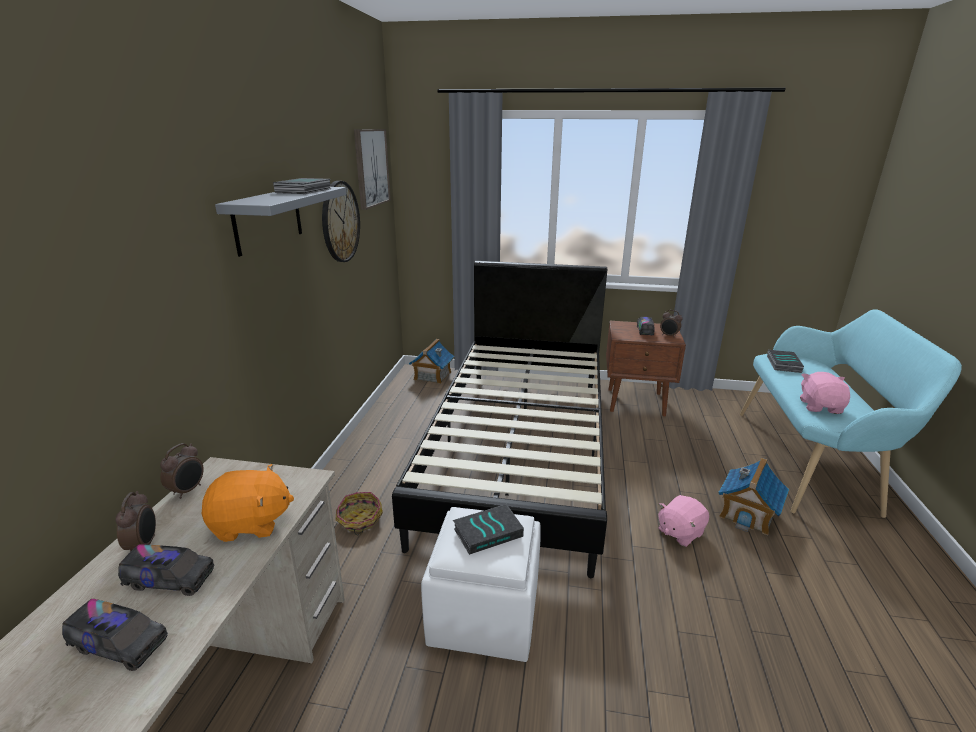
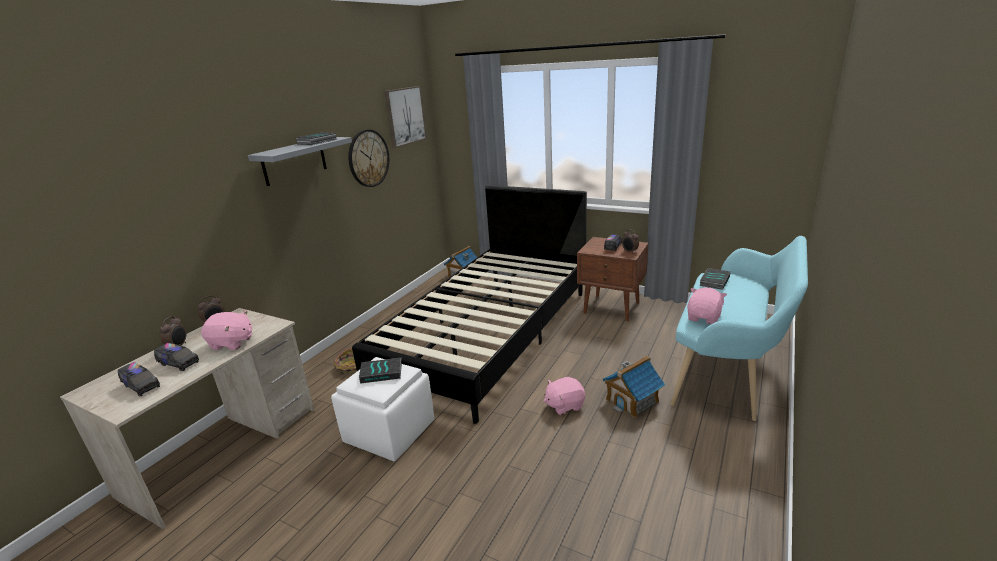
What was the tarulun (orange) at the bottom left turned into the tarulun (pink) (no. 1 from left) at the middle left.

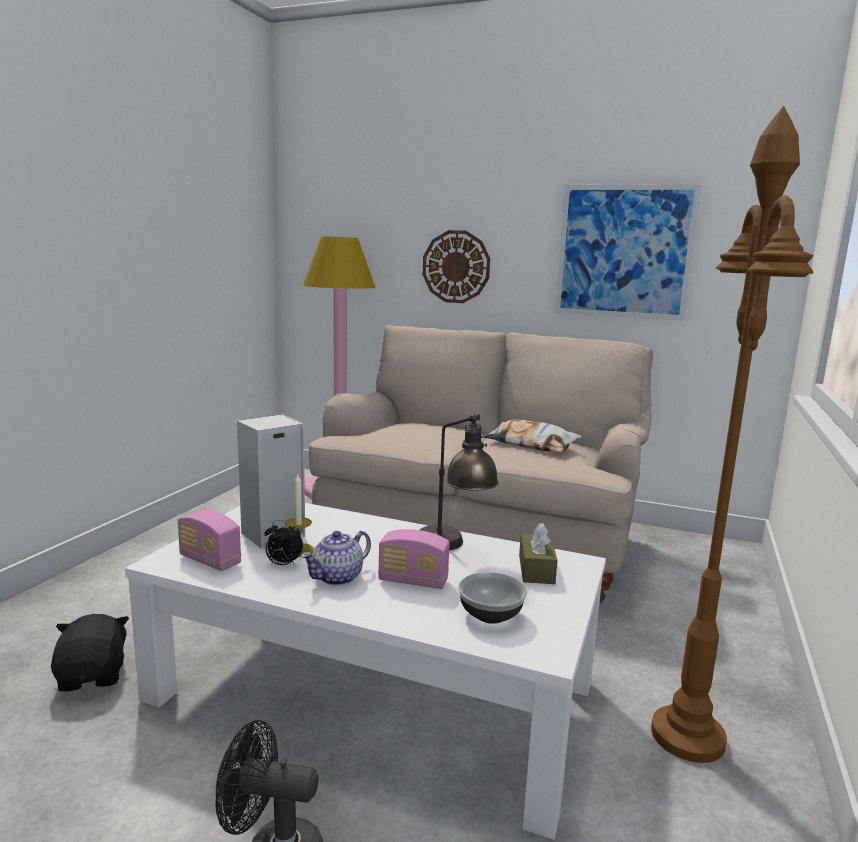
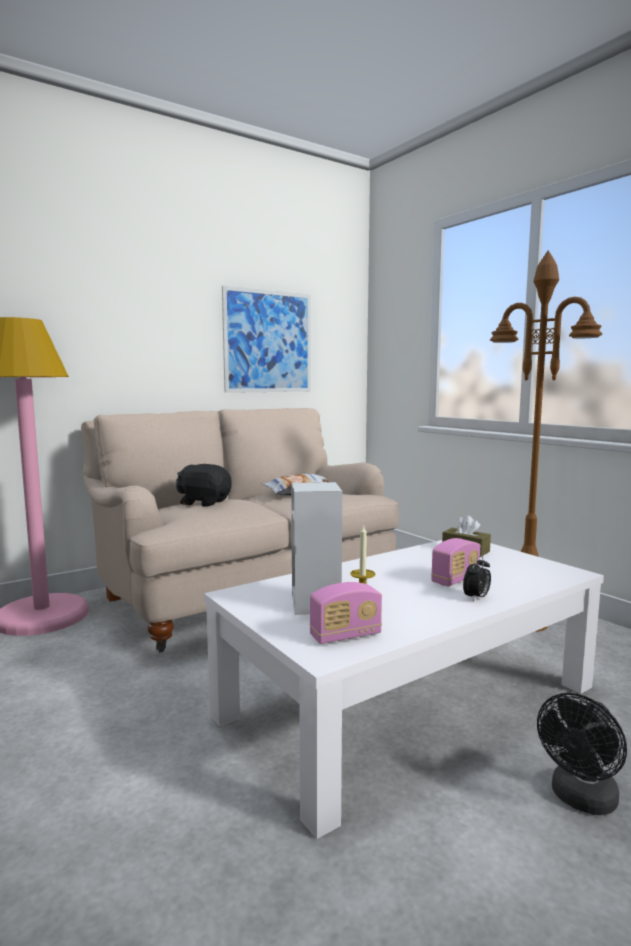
The tarulun (black) ended up elsewhere, having gone from the bottom left to the middle left. The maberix ended up elsewhere, having gone from the middle left to the middle right. The second view lost the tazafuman at the centre. The second view lost the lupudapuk at the centre. The second view lost the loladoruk at the top centre. The second view lost the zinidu at the bottom centre.

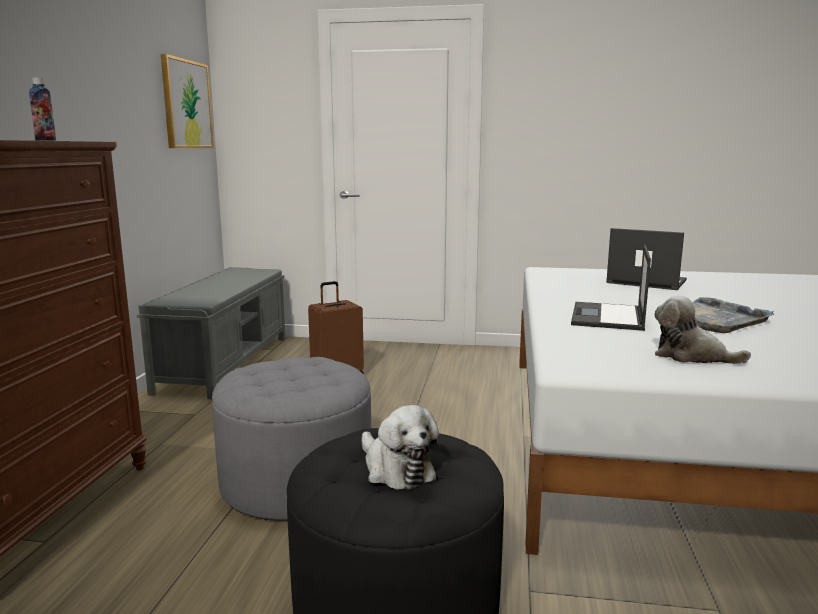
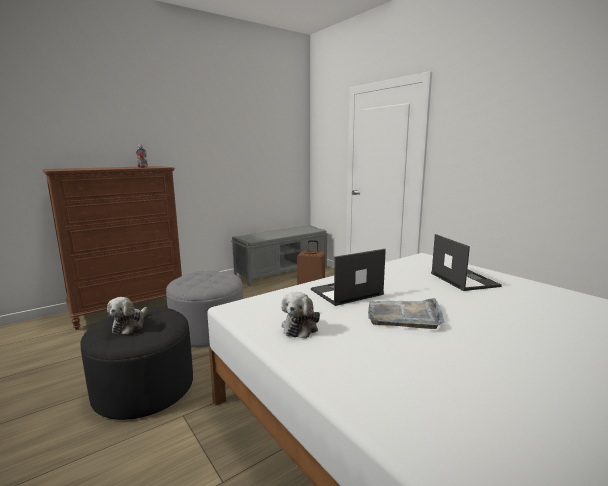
The second view lost the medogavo at the top left. The tarulun (no. 2 from left) at the middle right ended up facing another way, 150 degrees counterclockwise from before.

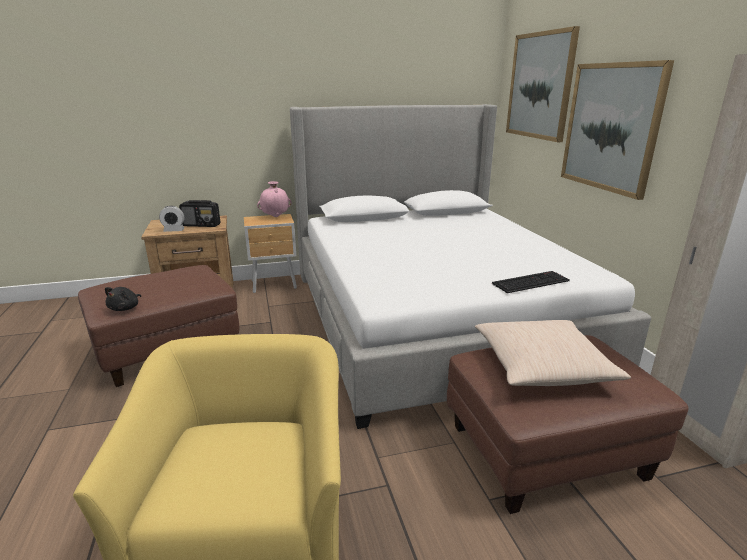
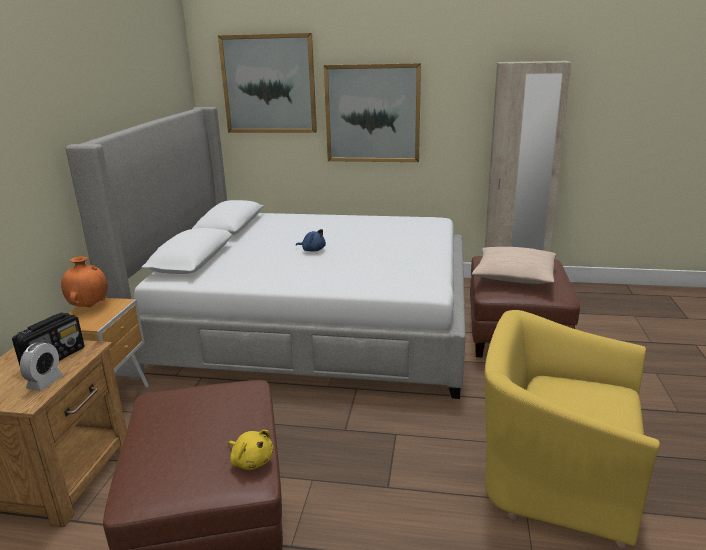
What was the tarulun (black) at the middle left turned into the tarulun (yellow) at the bottom centre. What was the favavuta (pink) at the centre turned into the favavuta (orange) at the middle left. The second view lost the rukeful at the middle right. The second view gained the tarulun (blue) at the centre.

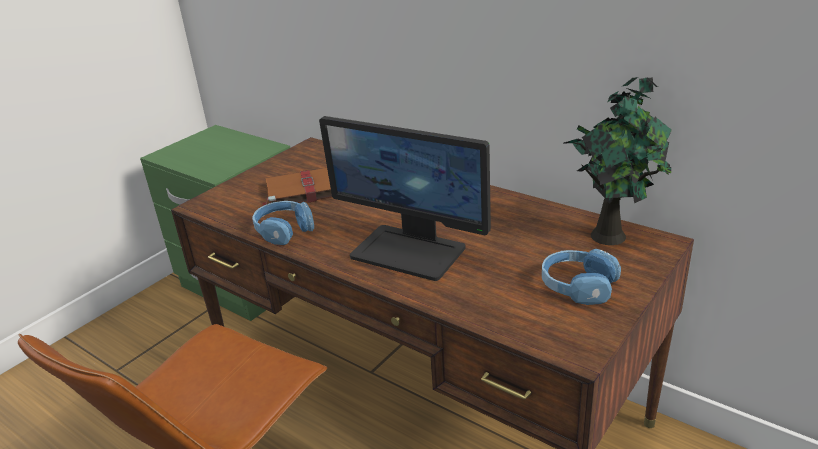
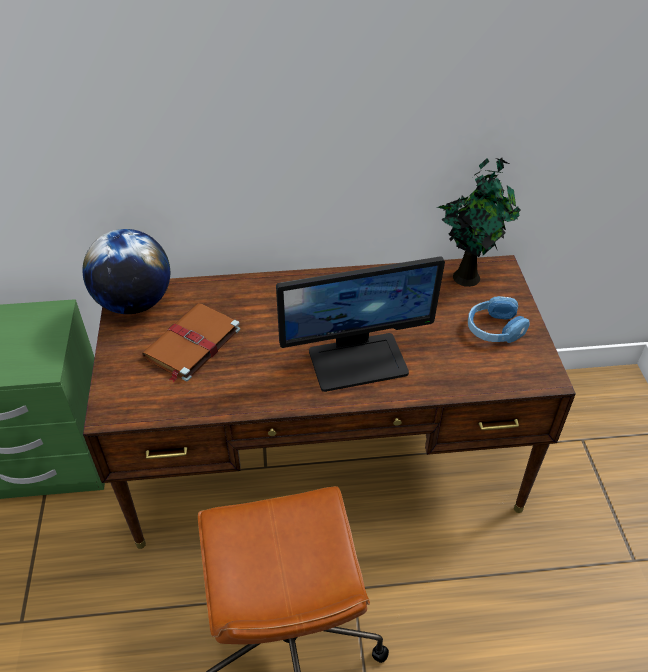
The second view lost the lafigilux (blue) (no. 1 from left) at the centre. The second view gained the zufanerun at the middle left.

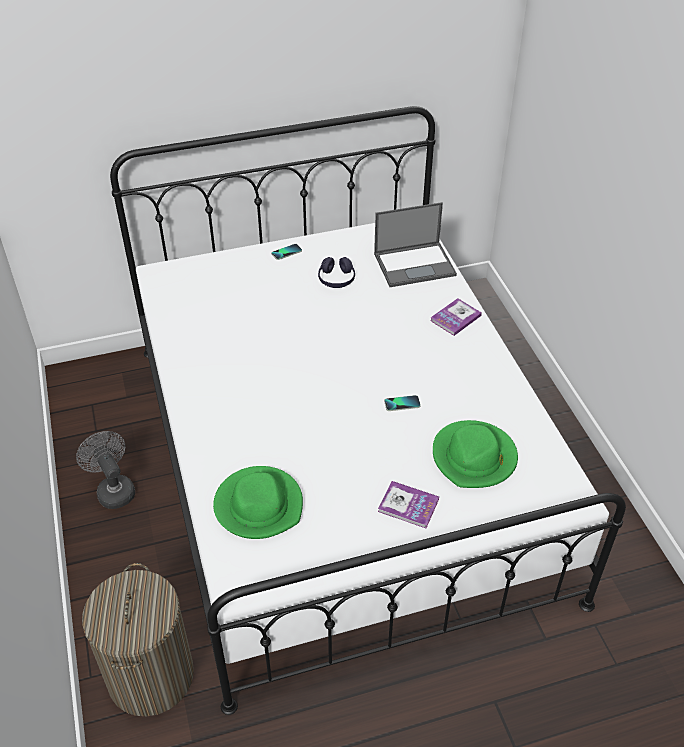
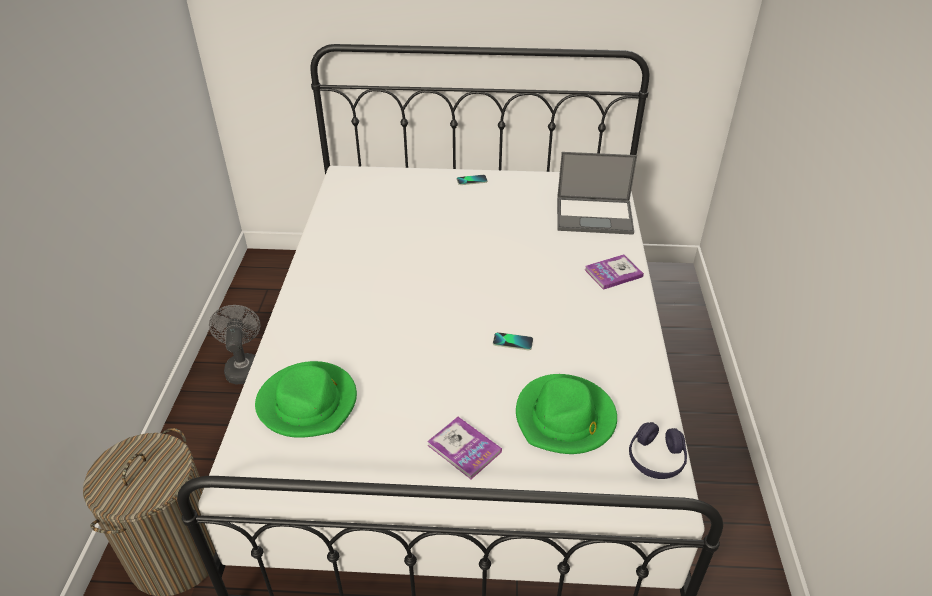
The lafigilux (purple) ended up elsewhere, having gone from the centre to the bottom right.

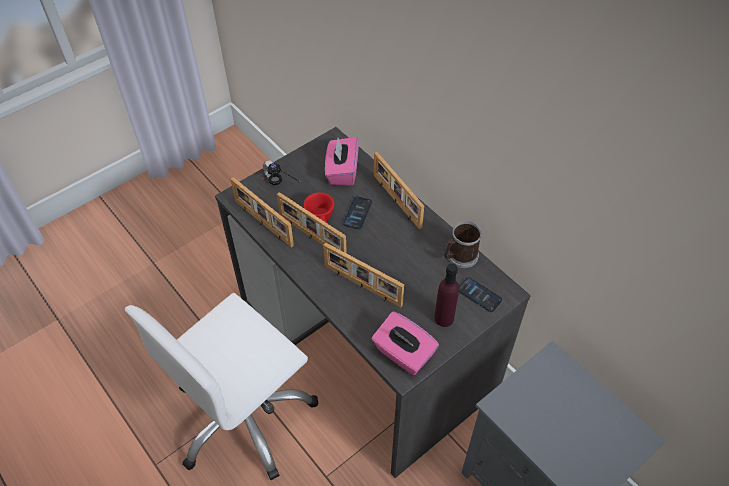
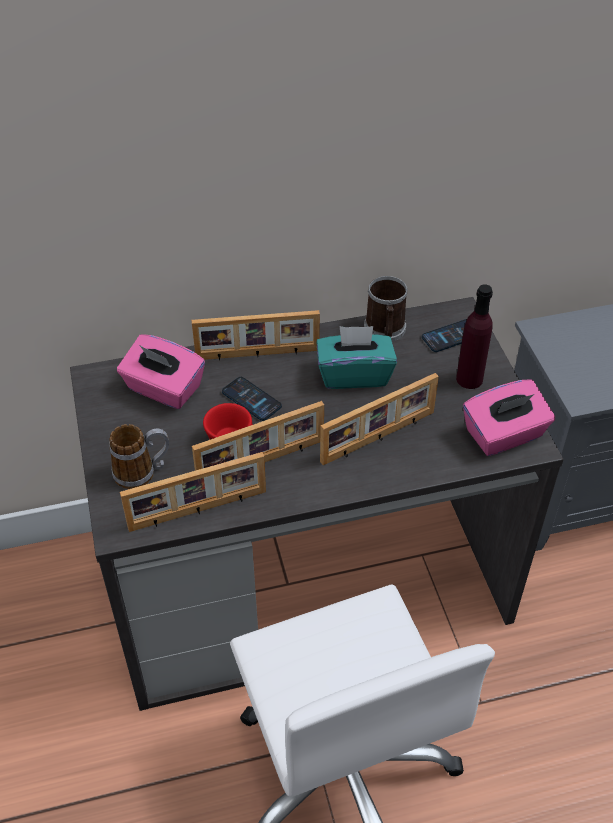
Where the lafigilux stood at the centre, the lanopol (no. 1 from left) came to stand at the middle left. The second view gained the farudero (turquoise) at the centre.

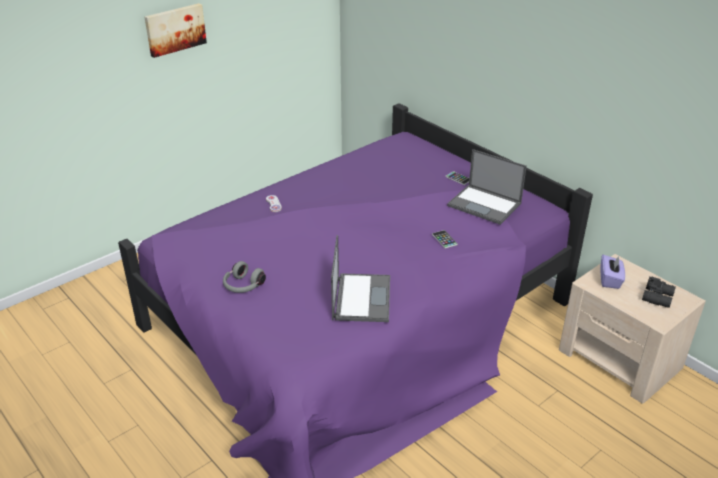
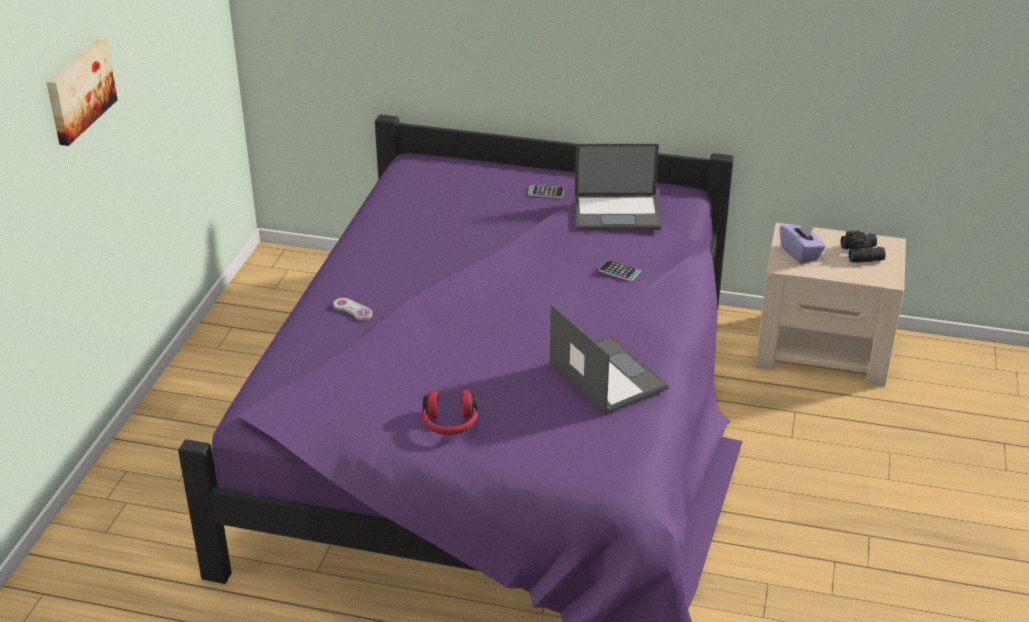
What was the lafigilux (grey) at the centre turned into the lafigilux (red) at the centre.

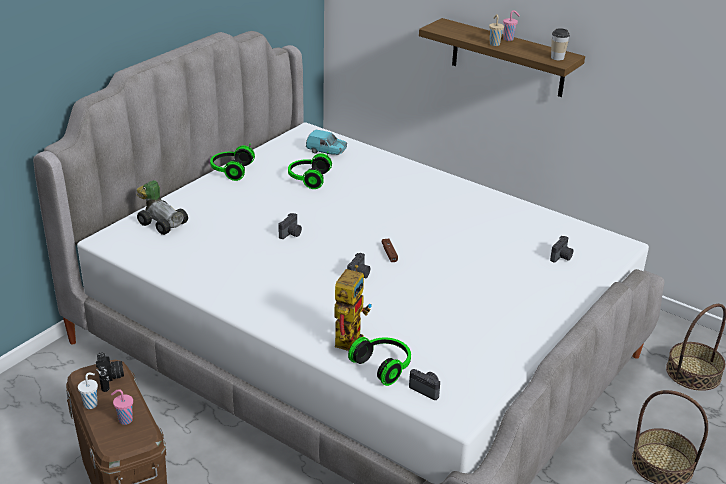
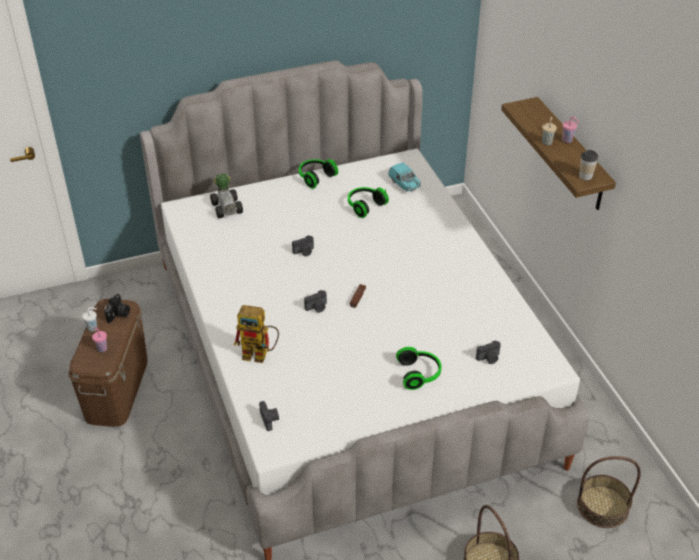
The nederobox at the centre ended up facing another way, 45 degrees clockwise from before. The lafigilux (no. 3 from left) ended up elsewhere, having gone from the bottom centre to the centre.

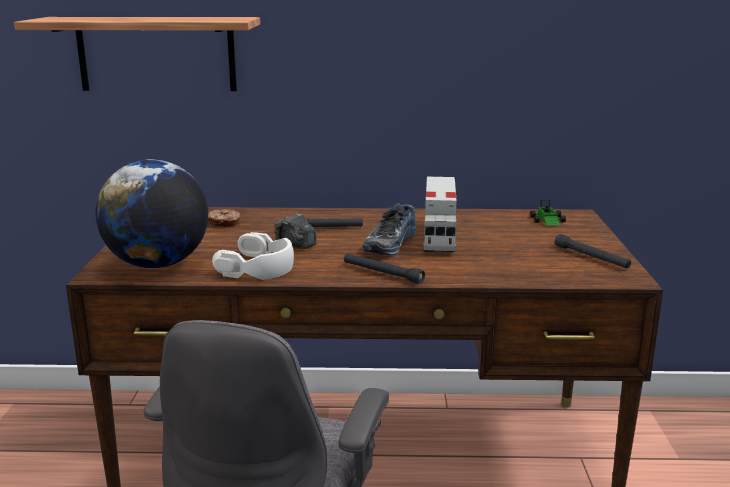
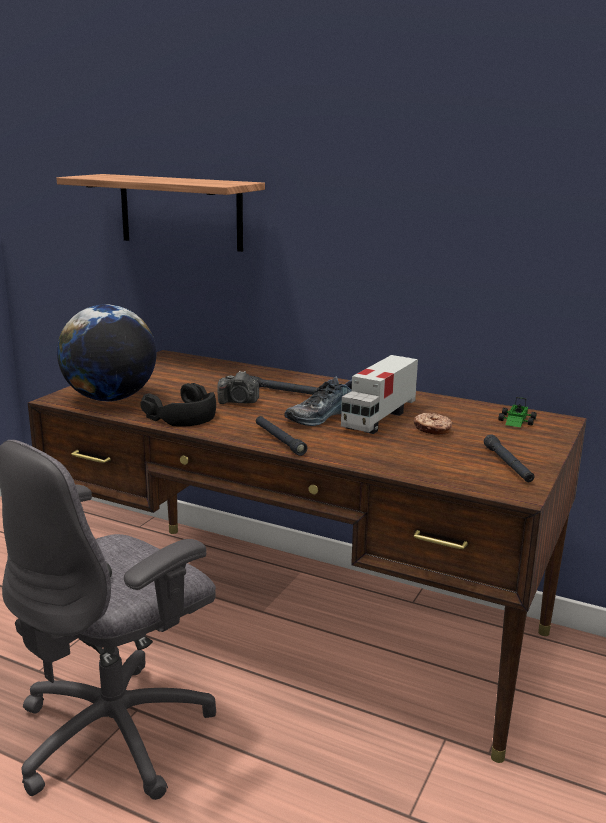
The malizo ended up elsewhere, having gone from the middle left to the middle right. What was the lafigilux (white) at the centre turned into the lafigilux (black) at the middle left. The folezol at the centre ended up facing another way, 60 degrees counterclockwise from before.

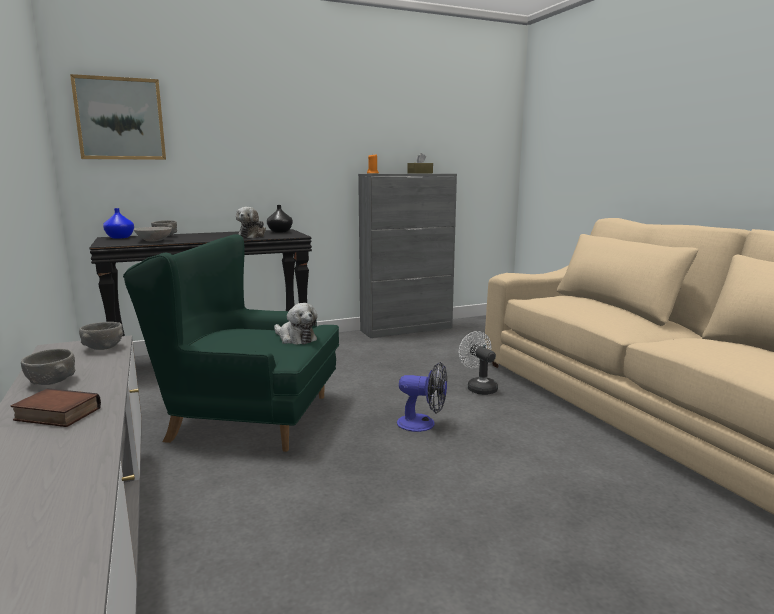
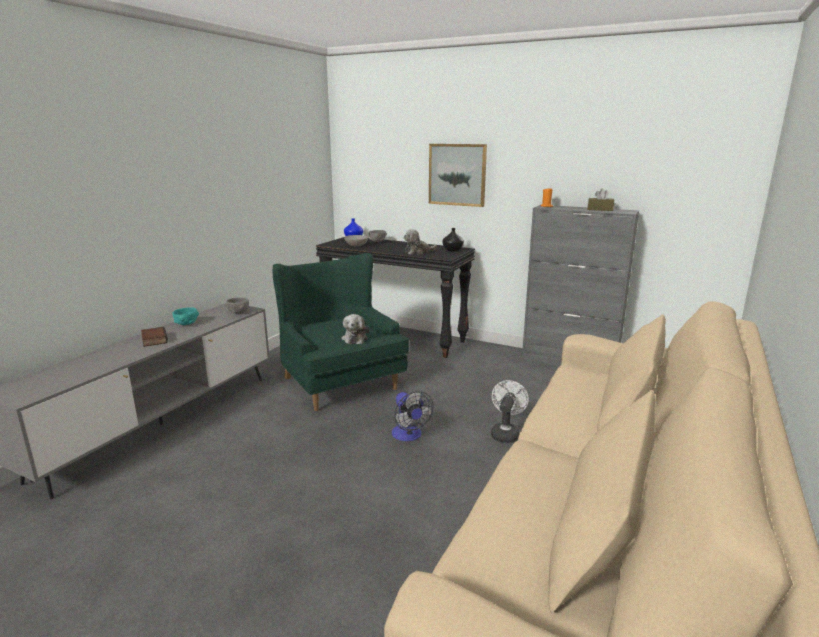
What was the zinidu (grey) (no. 1 from left) at the middle left turned into the zinidu (turquoise) at the middle left. The medogavo ended up elsewhere, having gone from the top left to the top centre.

